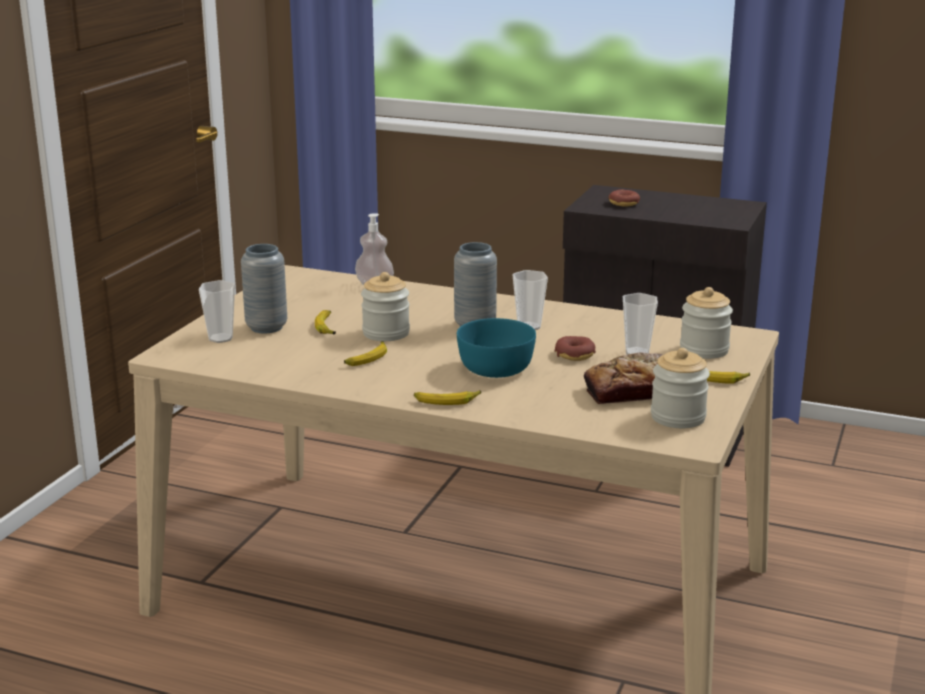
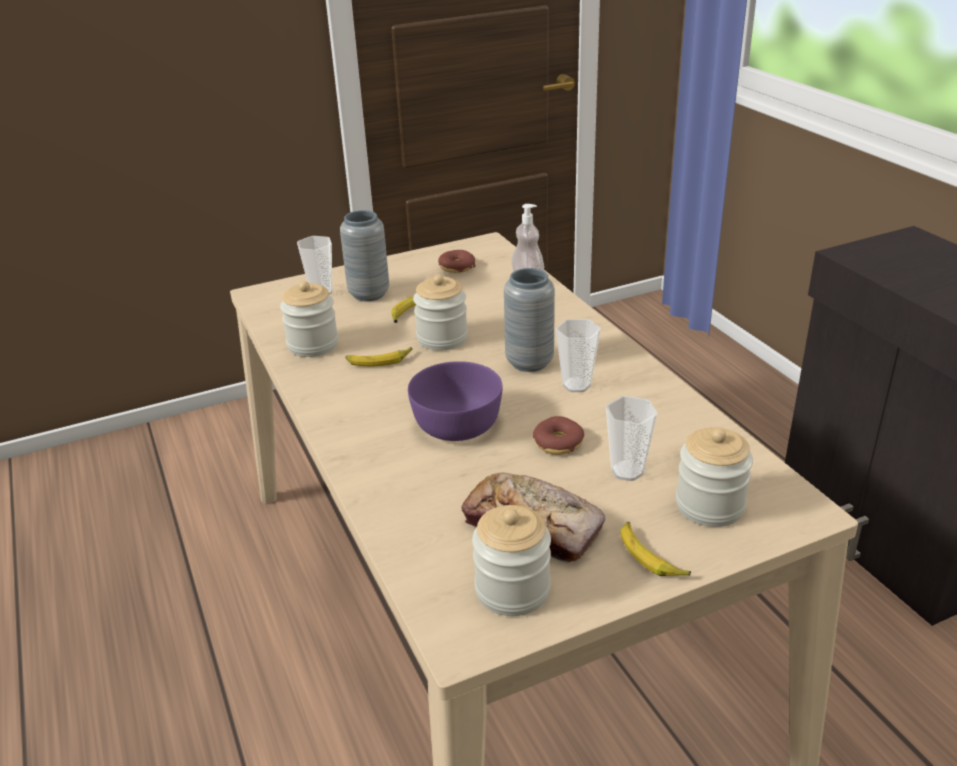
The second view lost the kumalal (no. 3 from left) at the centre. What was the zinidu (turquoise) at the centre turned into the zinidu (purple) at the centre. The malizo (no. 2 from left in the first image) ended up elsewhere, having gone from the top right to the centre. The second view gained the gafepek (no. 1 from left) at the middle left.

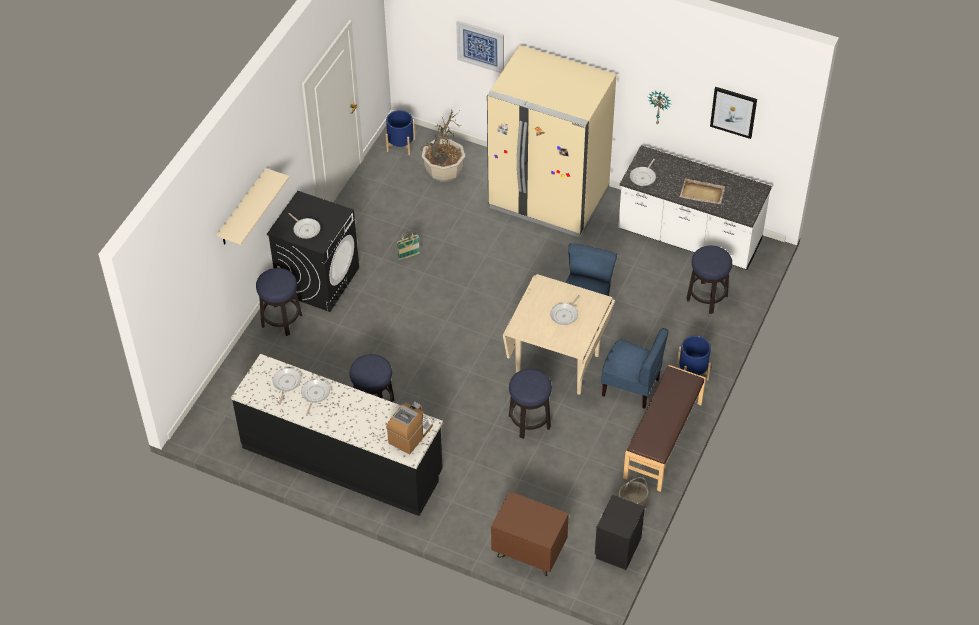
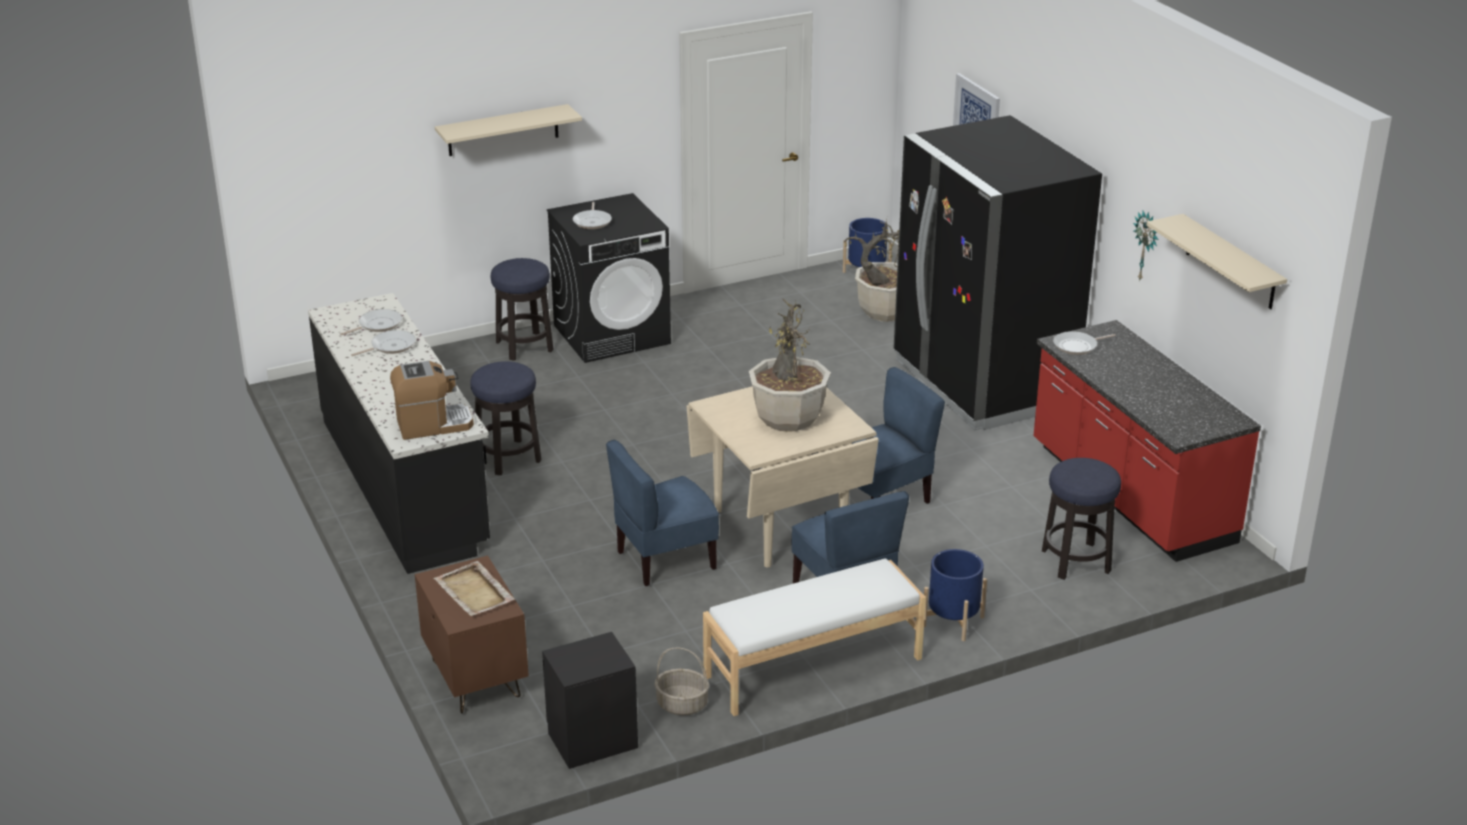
The second view lost the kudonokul (no. 1 from left) at the centre. What was the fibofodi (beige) at the top centre turned into the fibofodi (black) at the top right. Where the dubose (no. 3 from left) stood at the centre, the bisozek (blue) (no. 1 from left) came to stand at the centre. Where the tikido (no. 4 from left) stood at the centre, the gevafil (no. 1 from left) came to stand at the centre. What was the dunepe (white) at the top right turned into the dunepe (red) at the middle right. What was the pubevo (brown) at the bottom right turned into the pubevo (white) at the bottom centre. The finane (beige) ended up elsewhere, having gone from the top right to the bottom left. Where the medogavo (no. 2 from left) hung at the top right, the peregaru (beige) (no. 2 from left) came to hang at the top right.

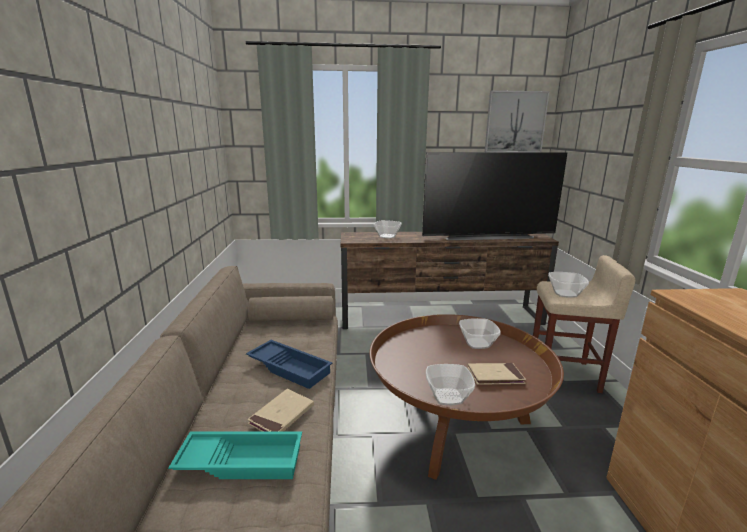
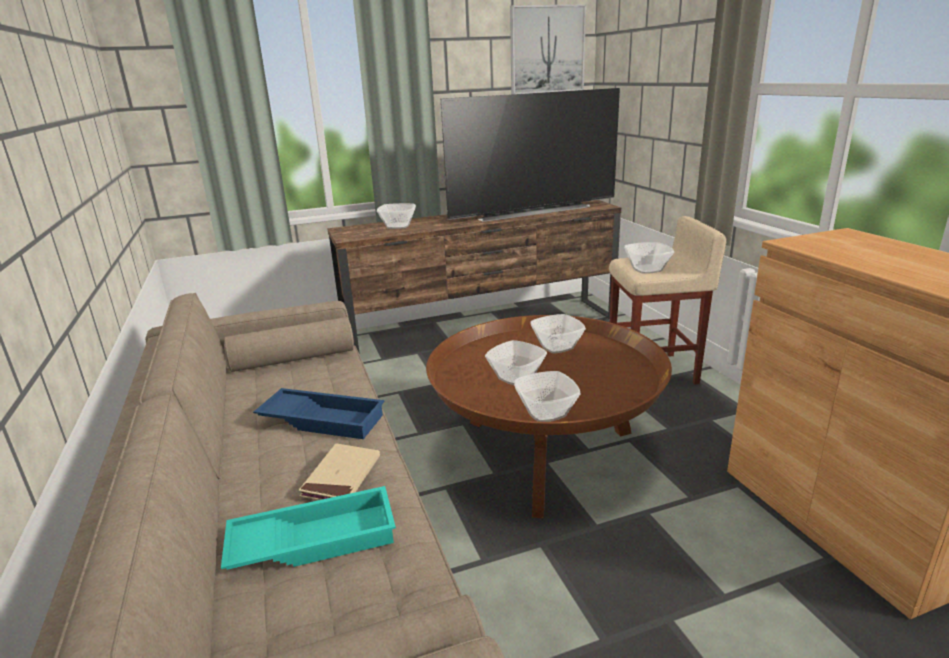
The second view lost the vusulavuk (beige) (no. 2 from left) at the bottom centre. The second view gained the zinidu (no. 2 from left) at the centre.

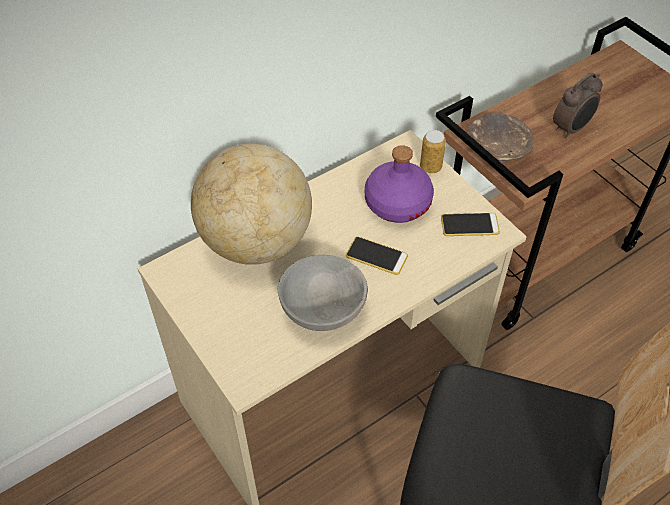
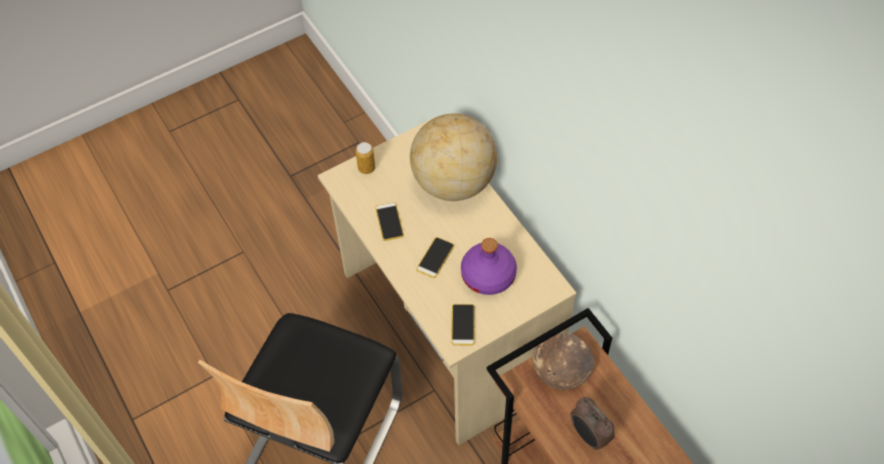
Where the zinidu (grey) stood at the centre, the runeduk (no. 1 from left) came to stand at the centre. The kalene ended up elsewhere, having gone from the top centre to the centre.

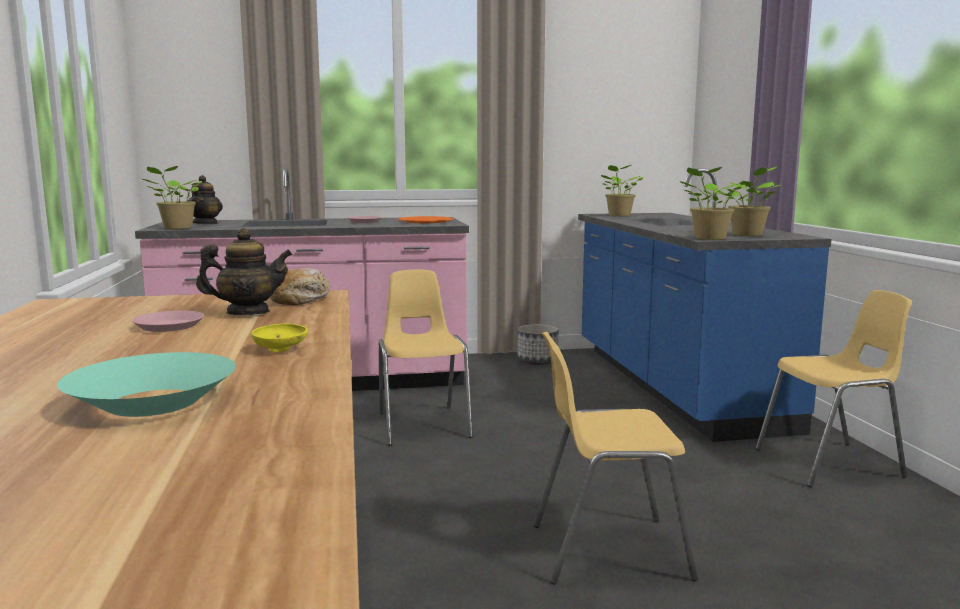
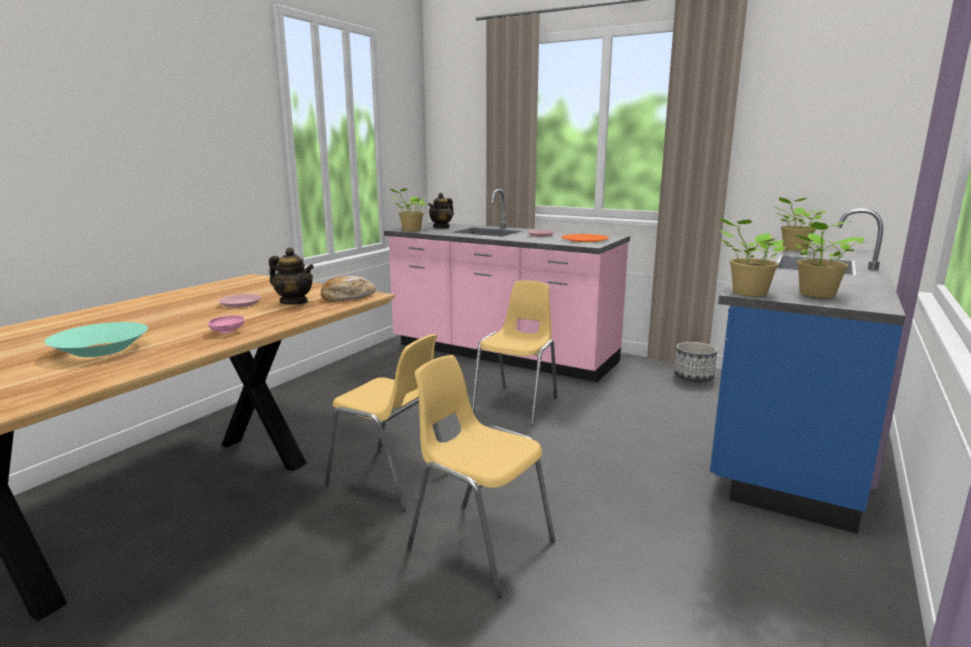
What was the zinidu (yellow) at the middle left turned into the zinidu (pink) at the middle left. The bisozek (yellow) (no. 3 from left in the first image) ended up elsewhere, having gone from the middle right to the centre.

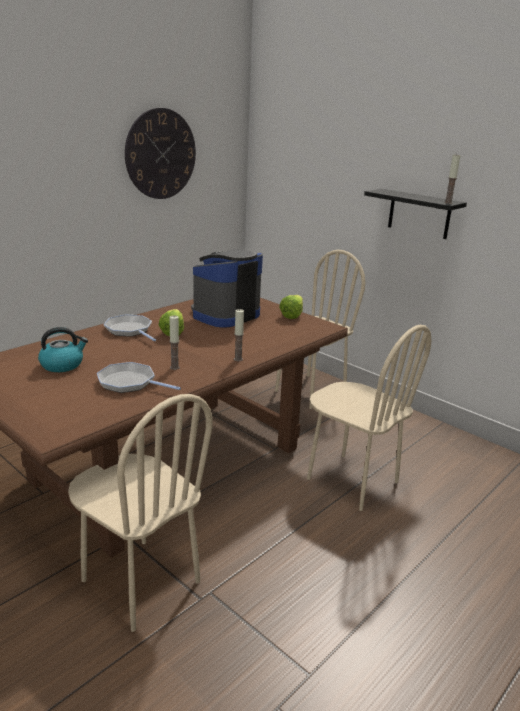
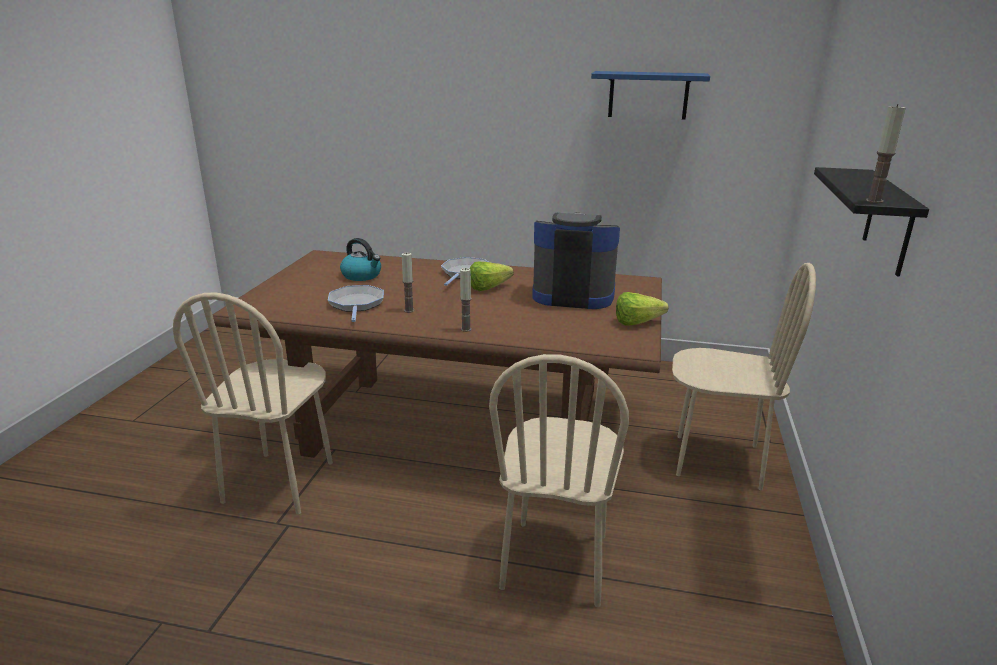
Where the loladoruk hung at the top left, the peregaru (blue) came to hang at the top centre.

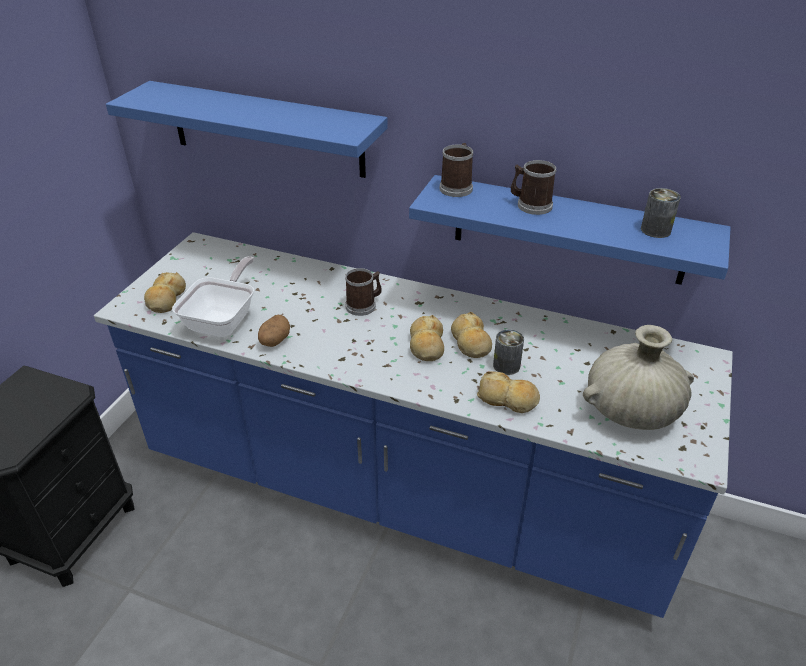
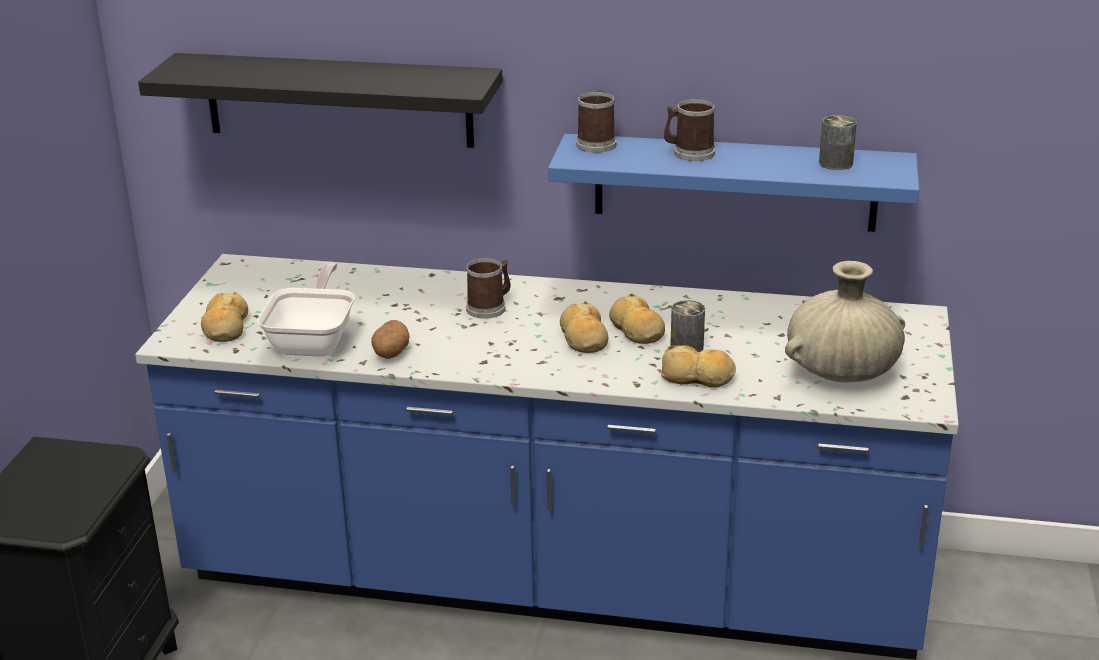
What was the peregaru (blue) (no. 1 from left) at the top left turned into the peregaru (black) at the top left.

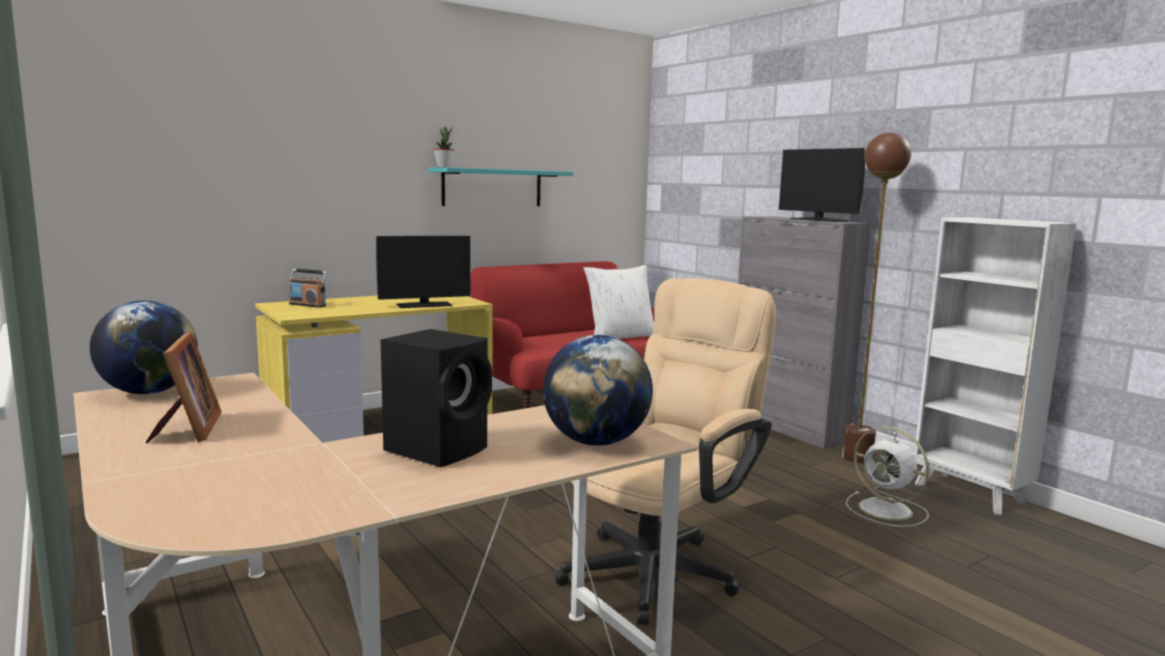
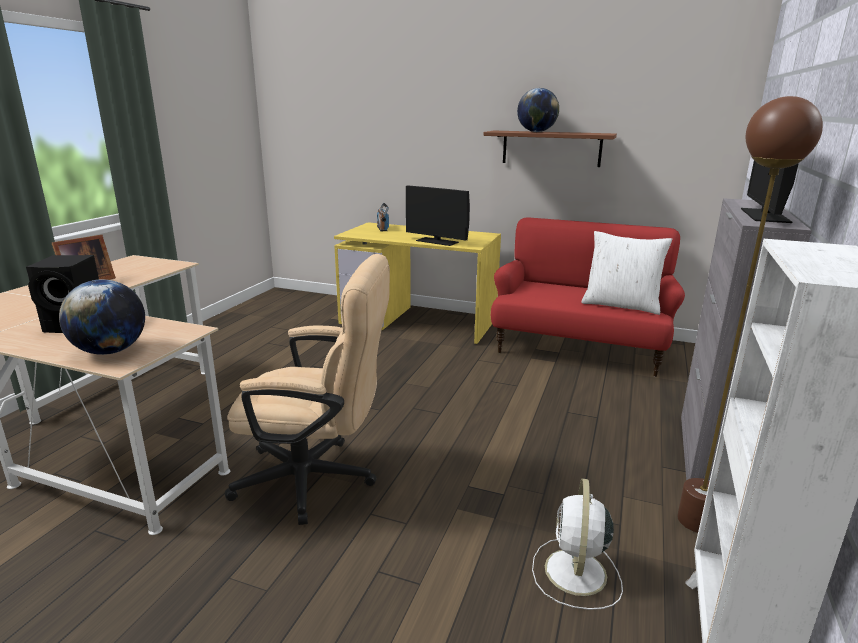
The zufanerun (no. 1 from left in the first image) ended up elsewhere, having gone from the middle left to the top centre. What was the peregaru (turquoise) at the top centre turned into the peregaru (brown) at the top centre. The second view lost the gevafil at the top centre.

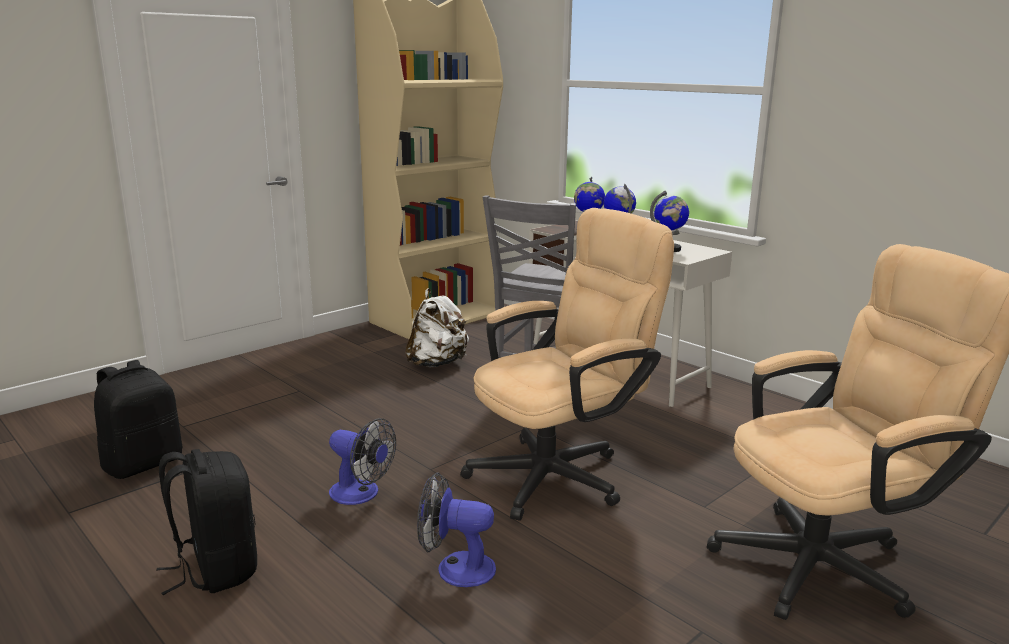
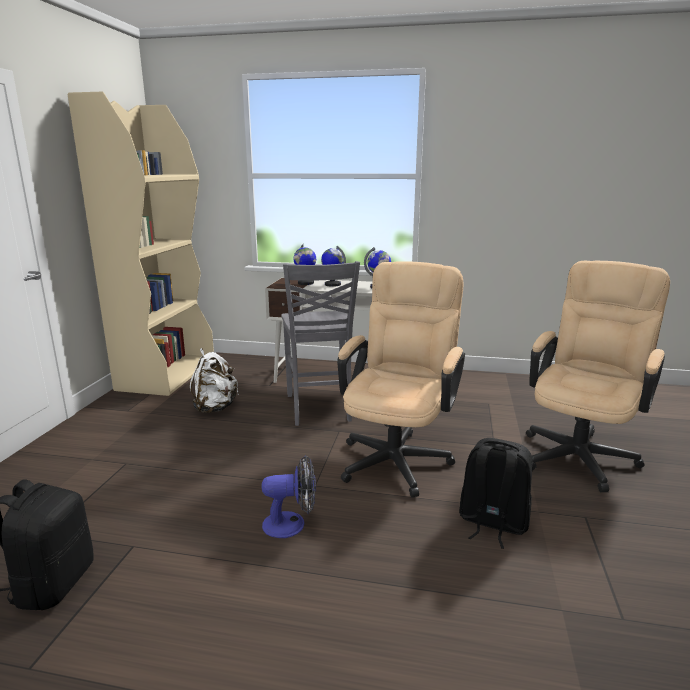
The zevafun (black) (no. 2 from left) ended up elsewhere, having gone from the bottom left to the bottom right. The second view lost the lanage (no. 2 from left) at the bottom centre.

